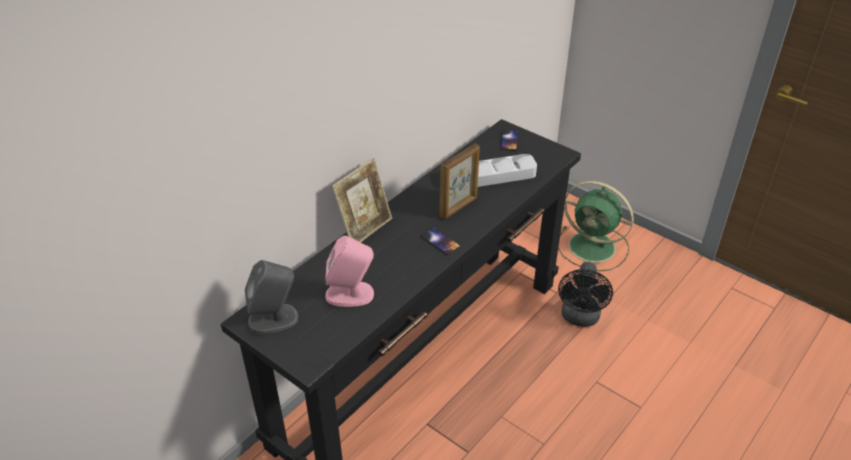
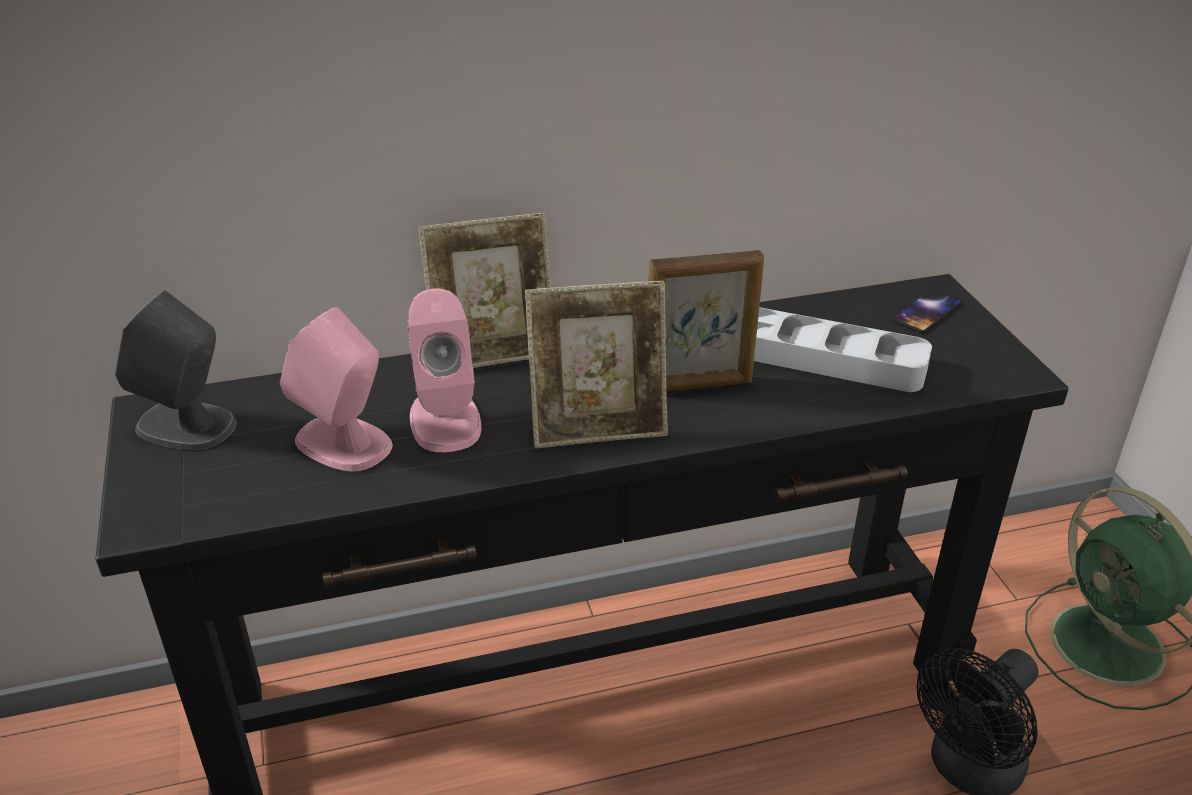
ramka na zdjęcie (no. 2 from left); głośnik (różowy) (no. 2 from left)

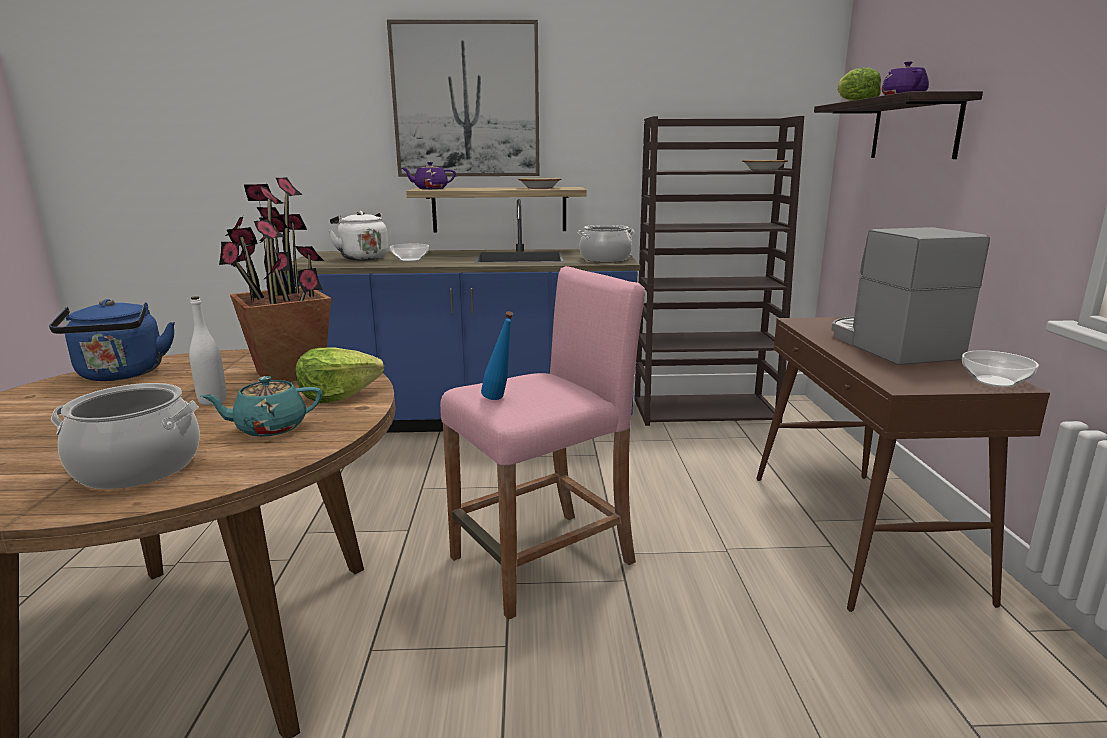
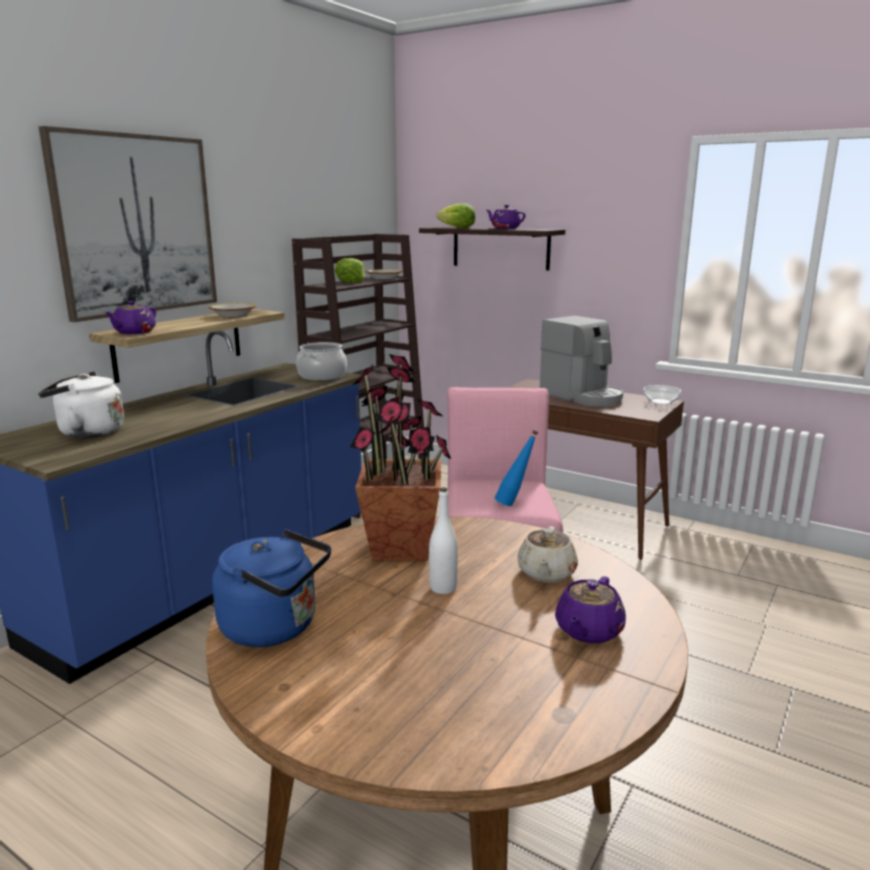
imbryk (fioletowy) (no. 3 from left); imbryk (beżowy); sałata (no. 1 from left); miska (no. 1 from left in the first image); ekspres do kawy

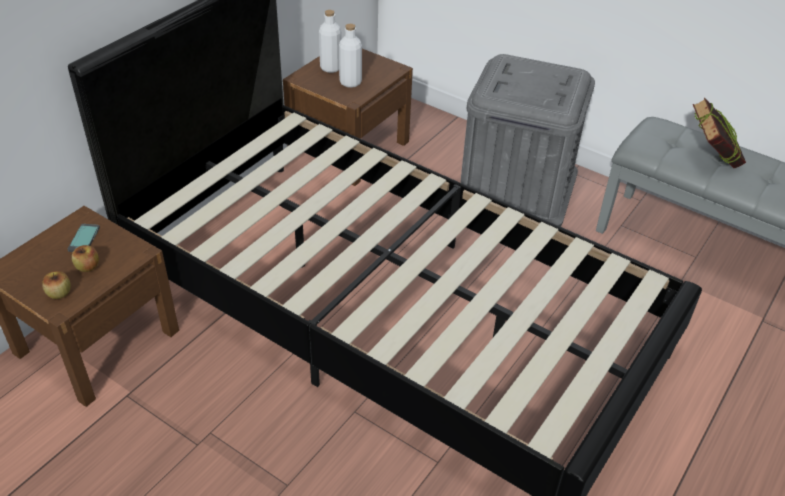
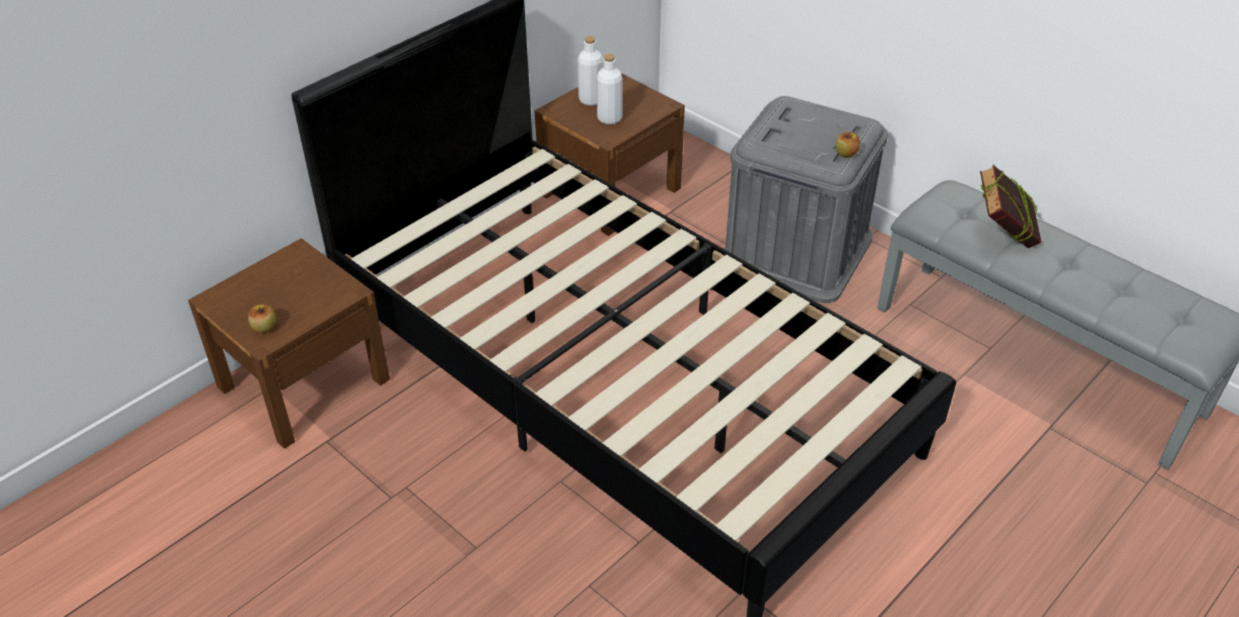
telefon; jabłko (no. 2 from left)

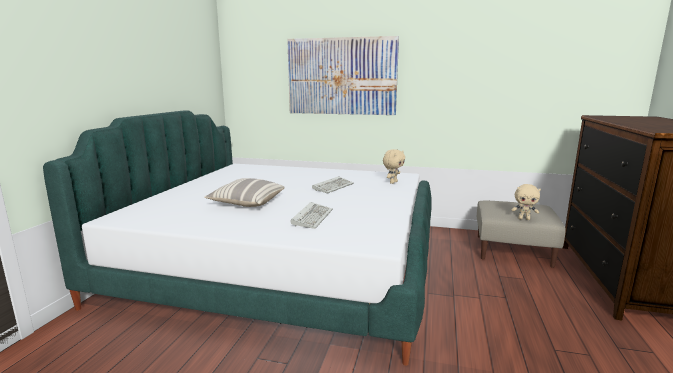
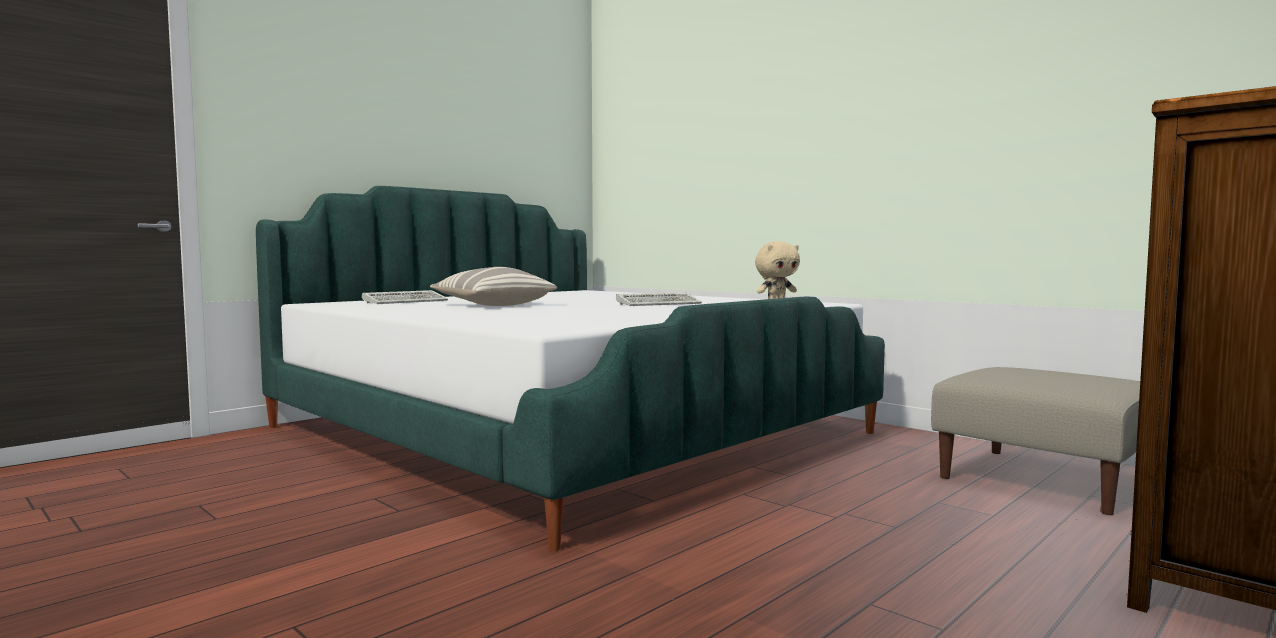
obraz; klawiatura (no. 1 from left); pluszak (beżowy) (no. 2 from left in the first image)

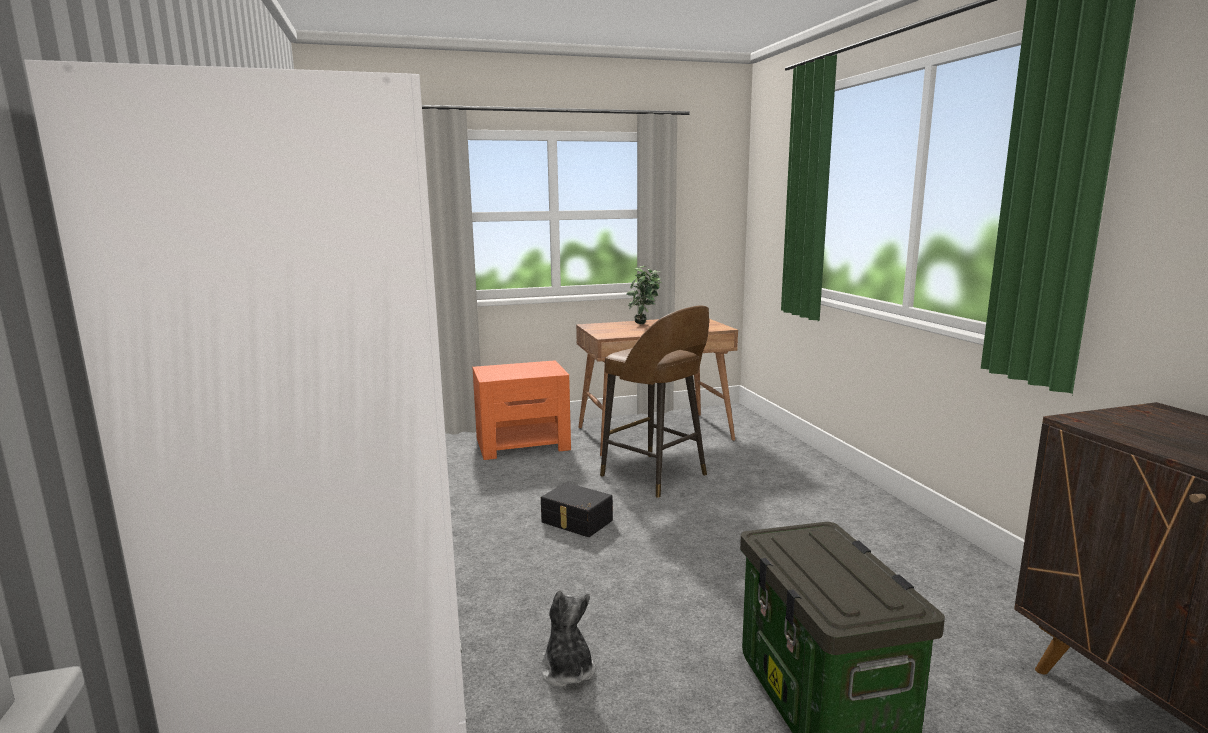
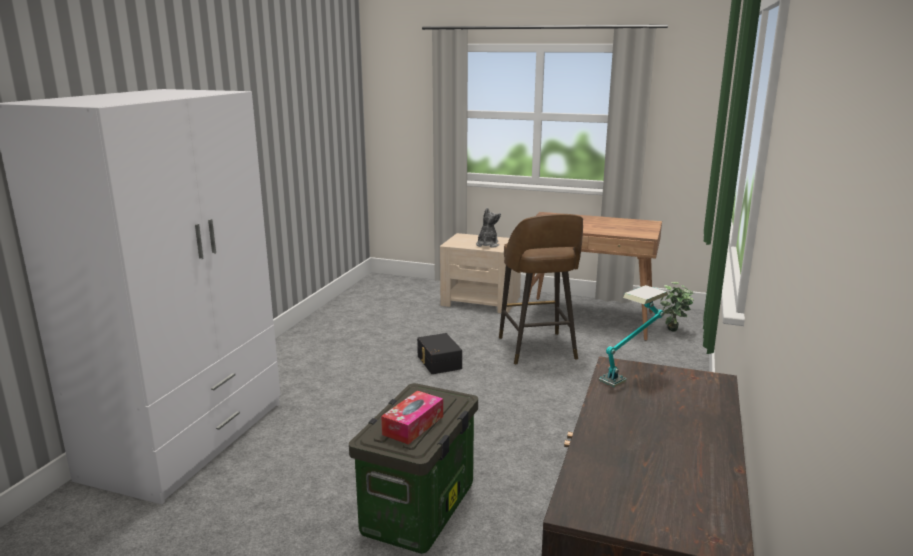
szafka nocna (beżowy); pluszak; roślina doniczkowa; pudełko chusteczek; lampa stołowa

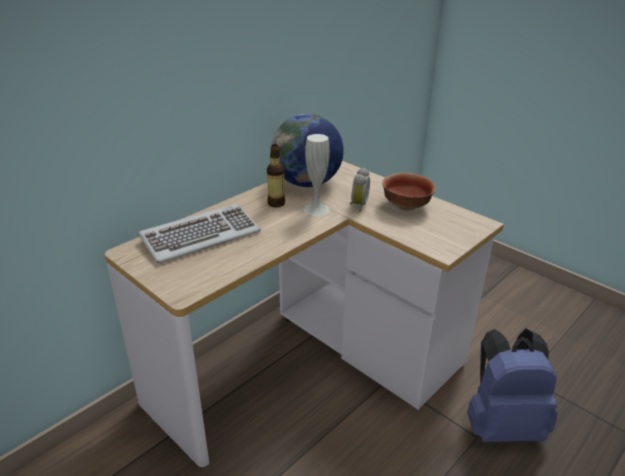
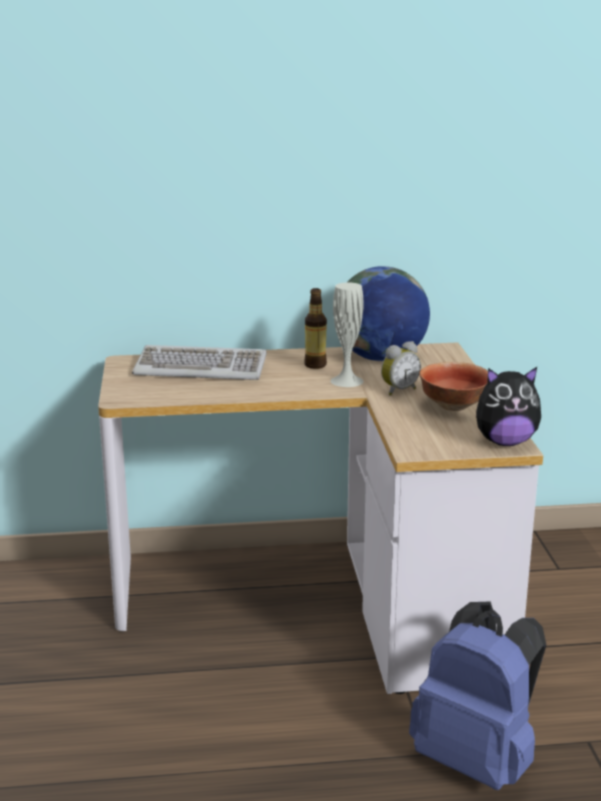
pluszak

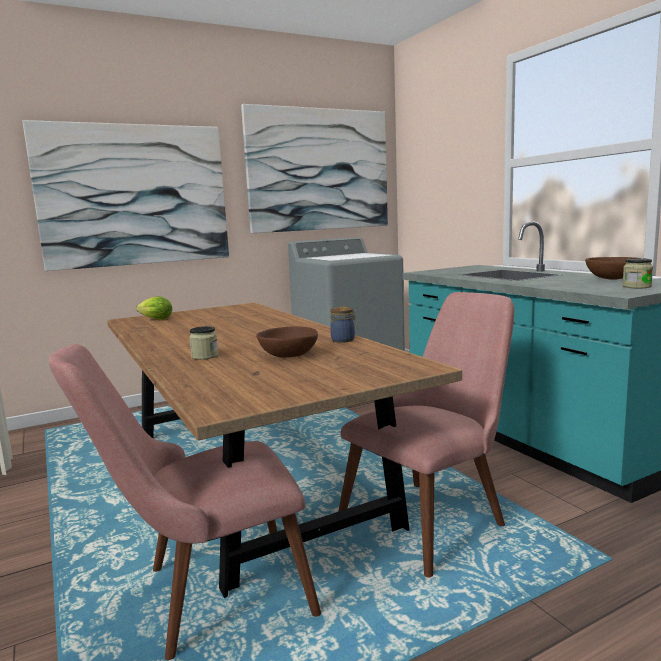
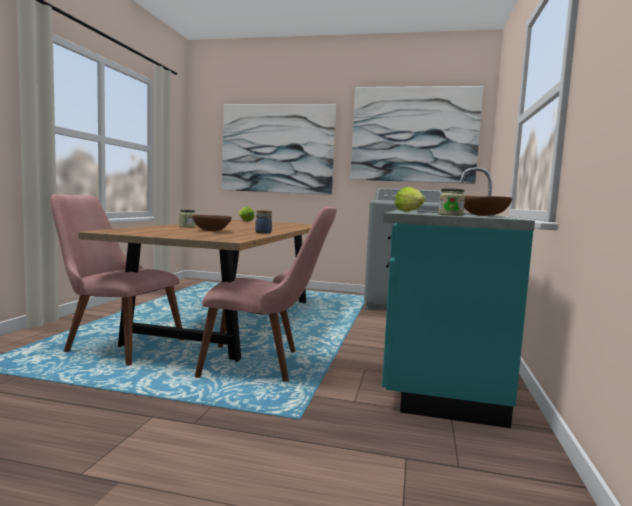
sałata (no. 2 from left)

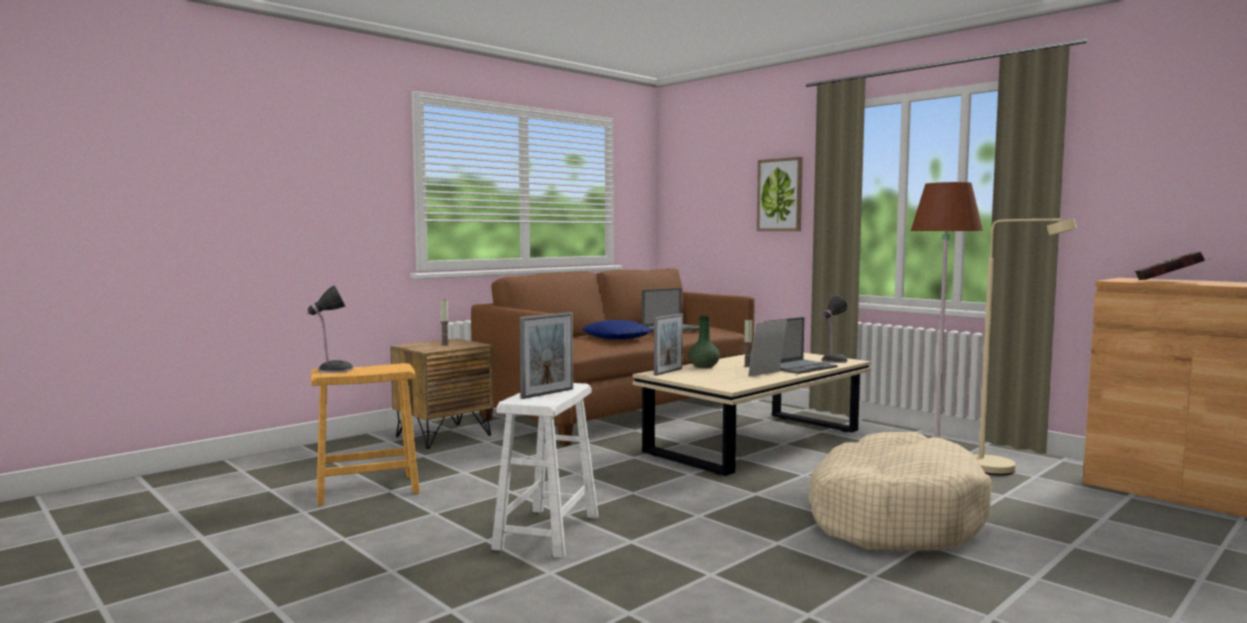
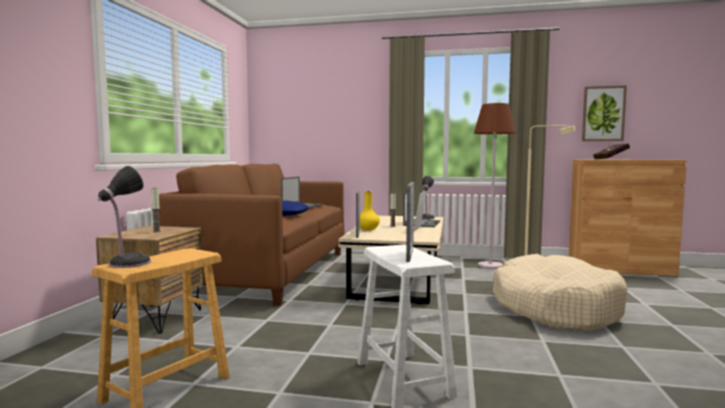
wazon (żółty); obraz

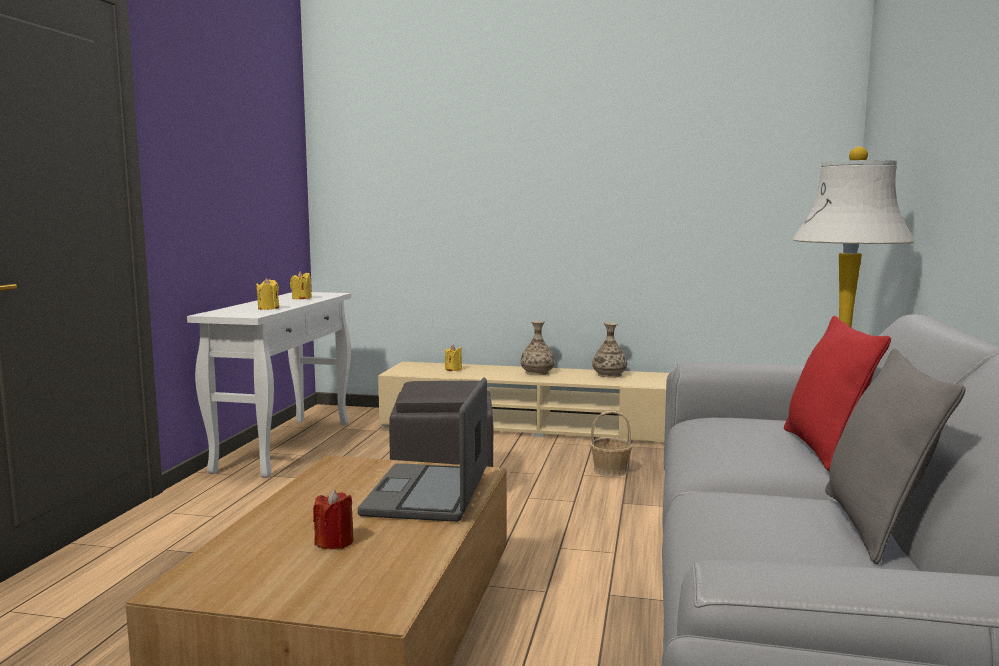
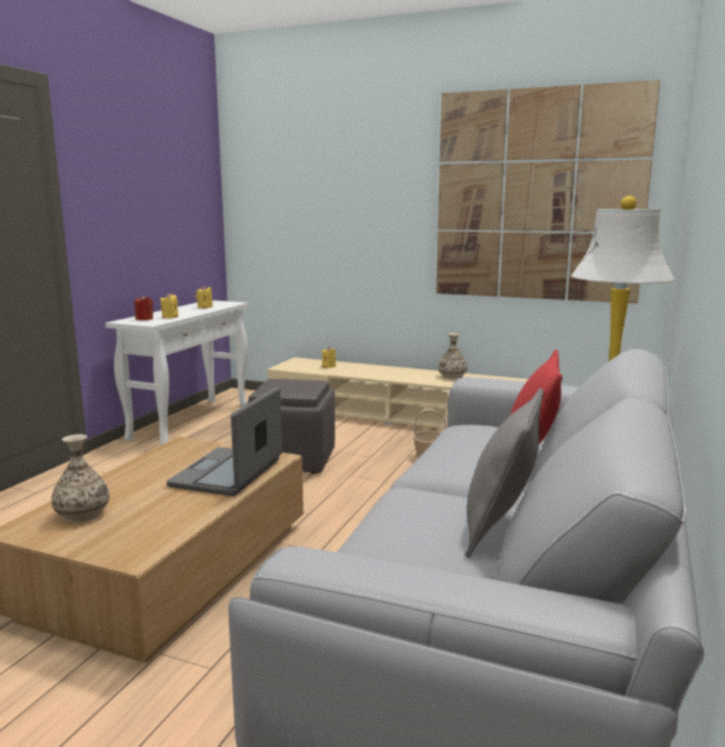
świeca (czerwony); wazon (no. 1 from left); obraz

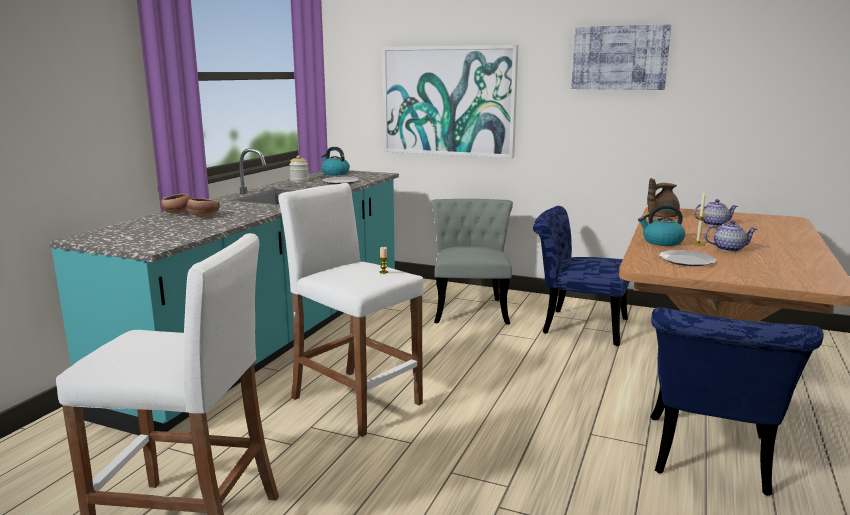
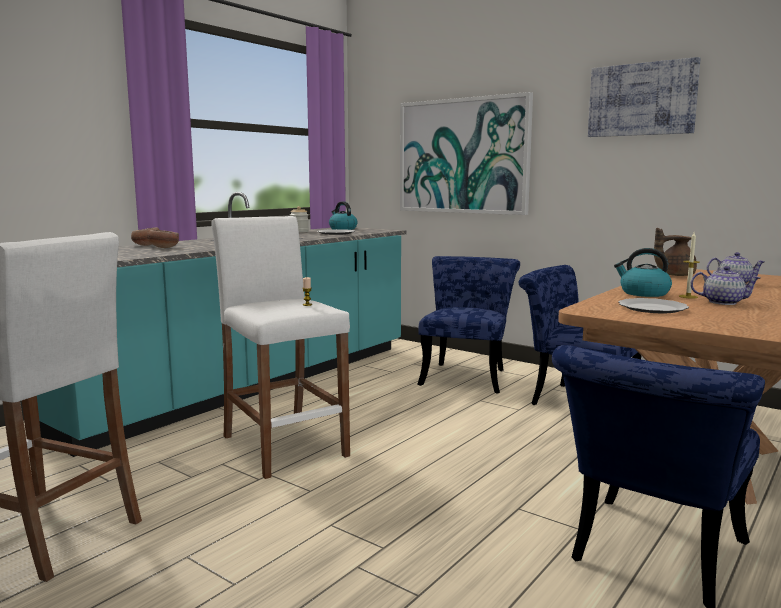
krzesło (niebieski) (no. 1 from left)

